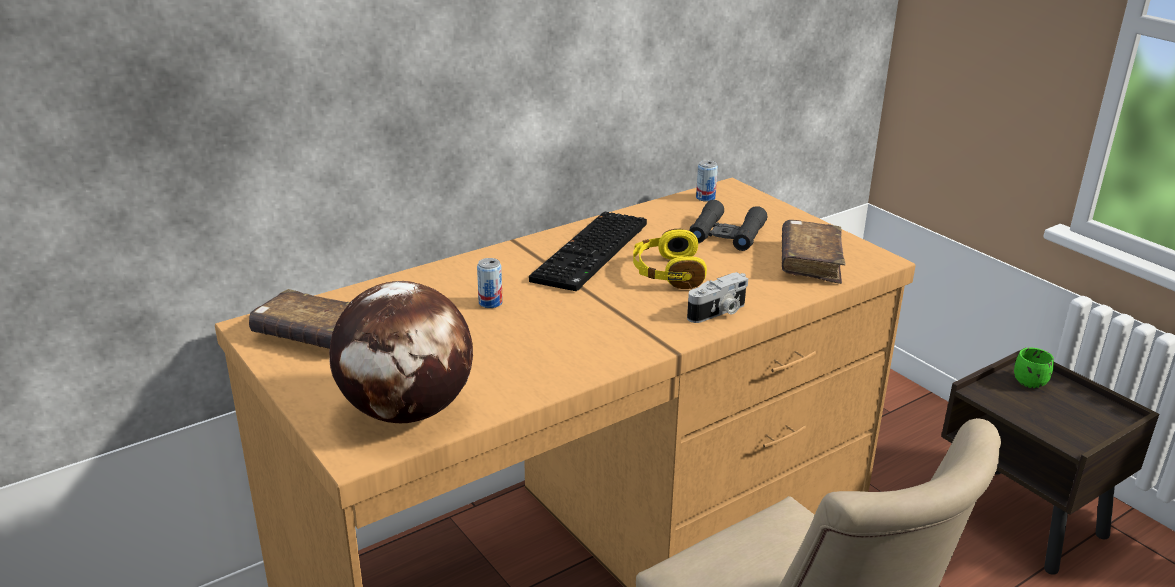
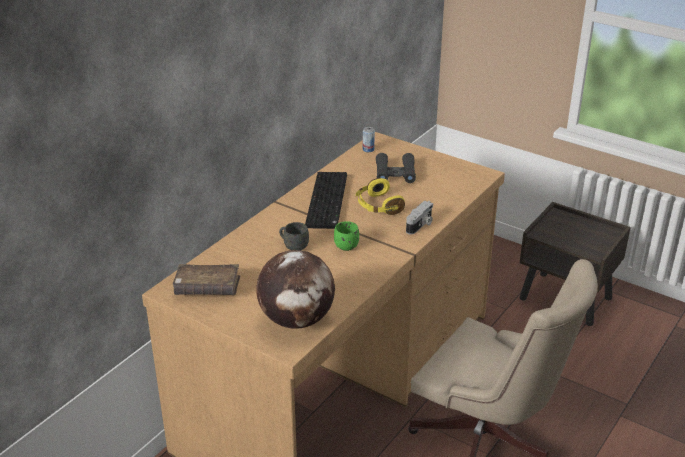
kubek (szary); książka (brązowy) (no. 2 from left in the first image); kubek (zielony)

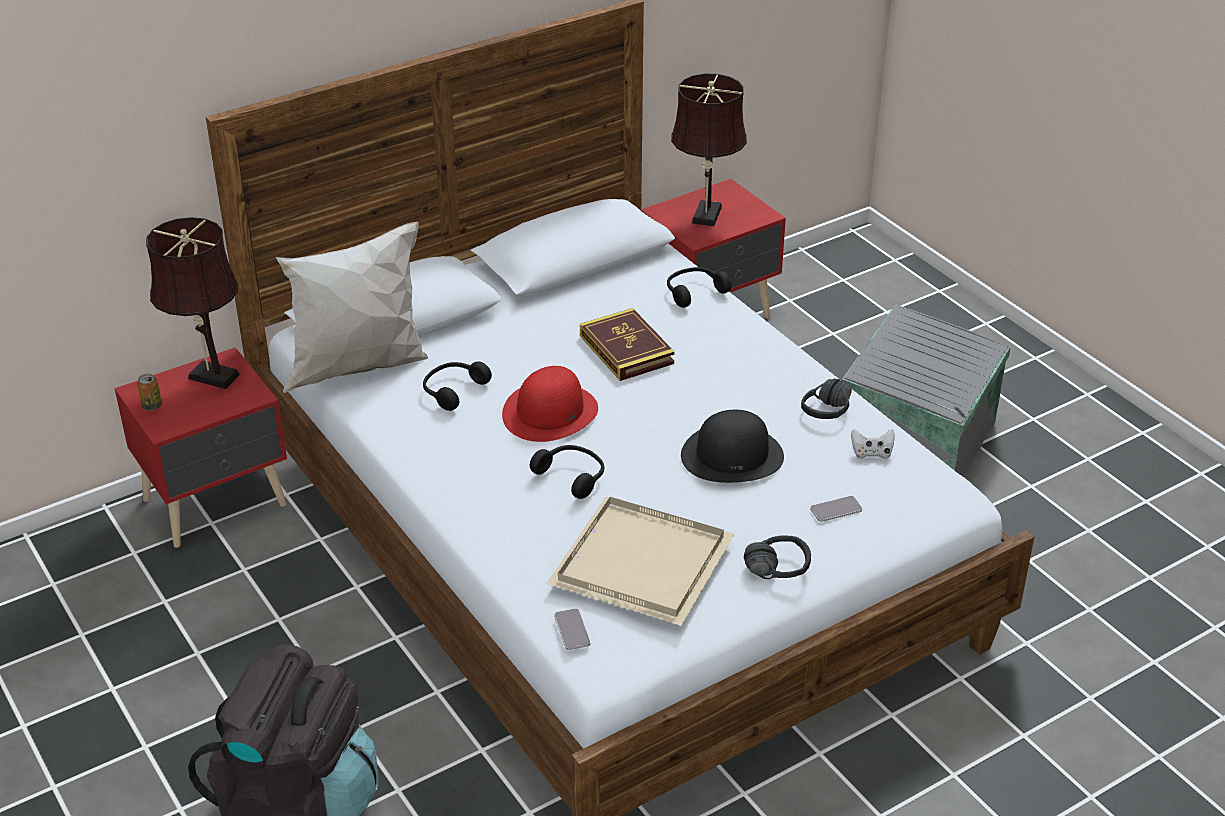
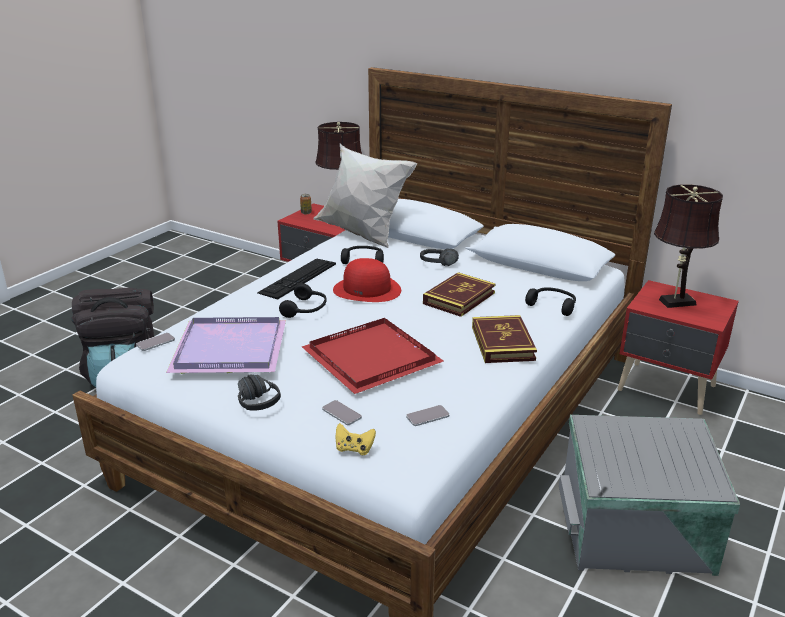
taca (fioletowy); taca (czerwony); słuchawki (czarny) (no. 4 from left); telefon (no. 3 from left); klawiatura; pad do gier (żółty); książka (no. 2 from left)

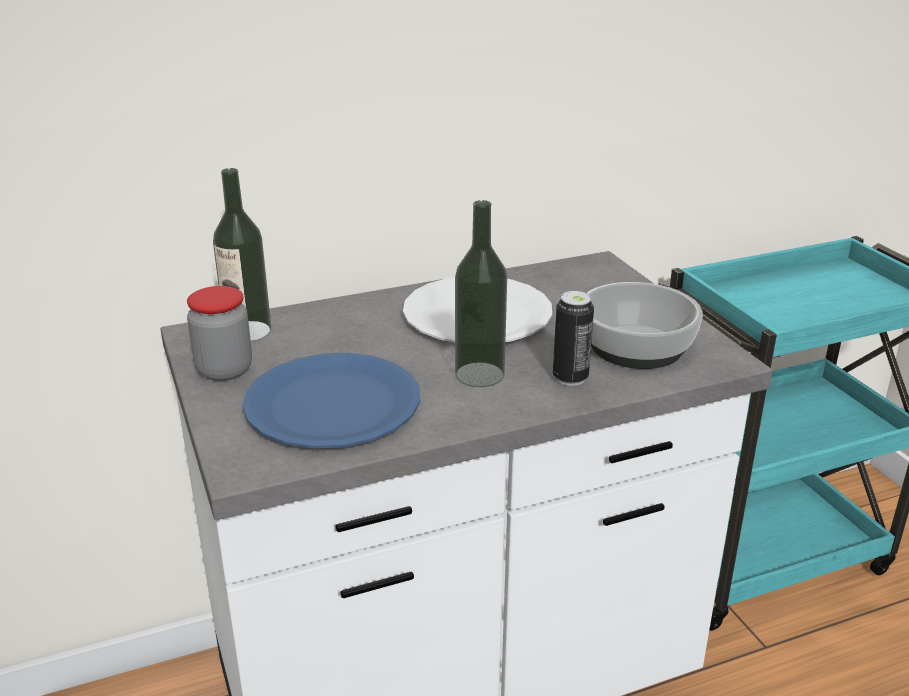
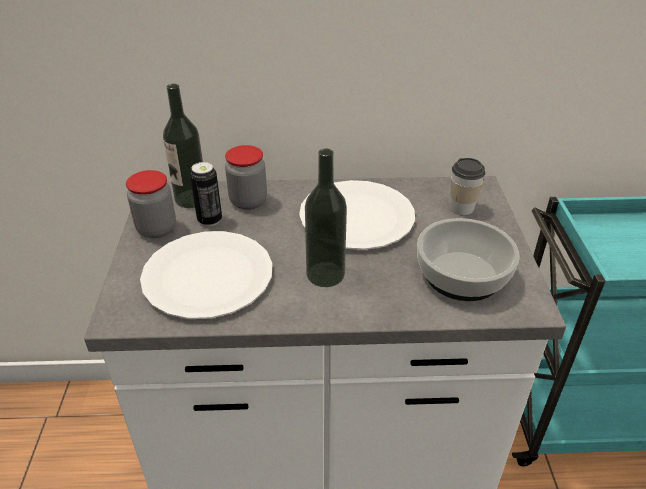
talerz (biały) (no. 1 from left); puszka; słoik (no. 2 from left); filiżanka

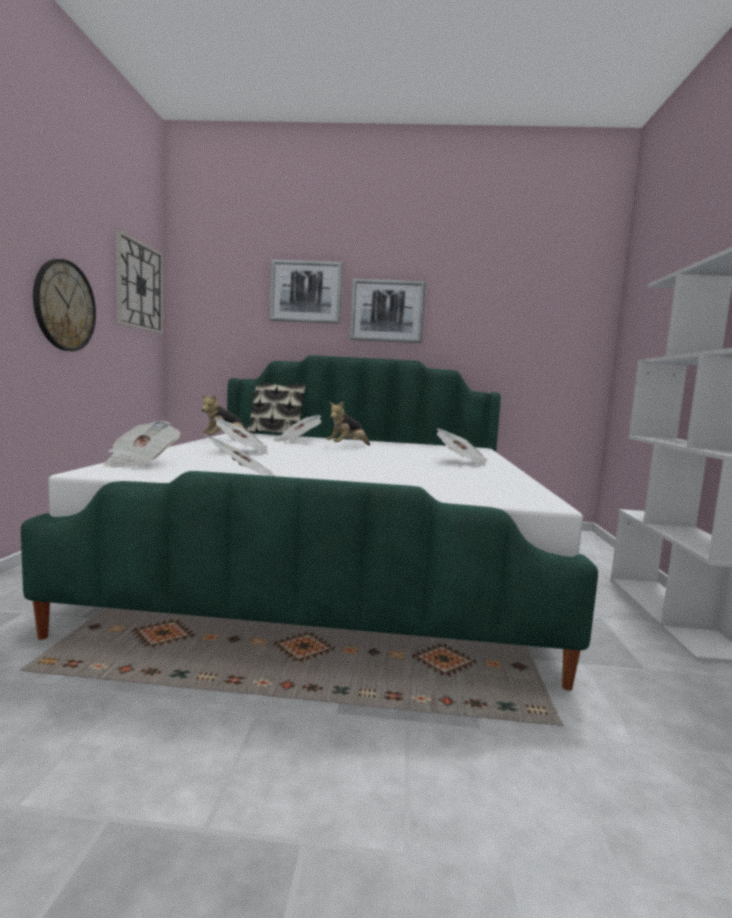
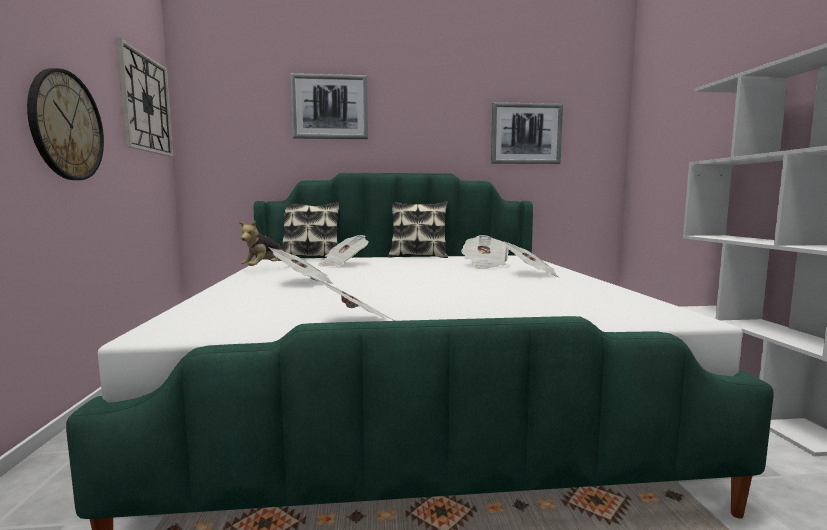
gazeta (no. 4 from left); pluszak (no. 2 from left in the first image); obraz (no. 2 from left); poduszka (no. 2 from left)

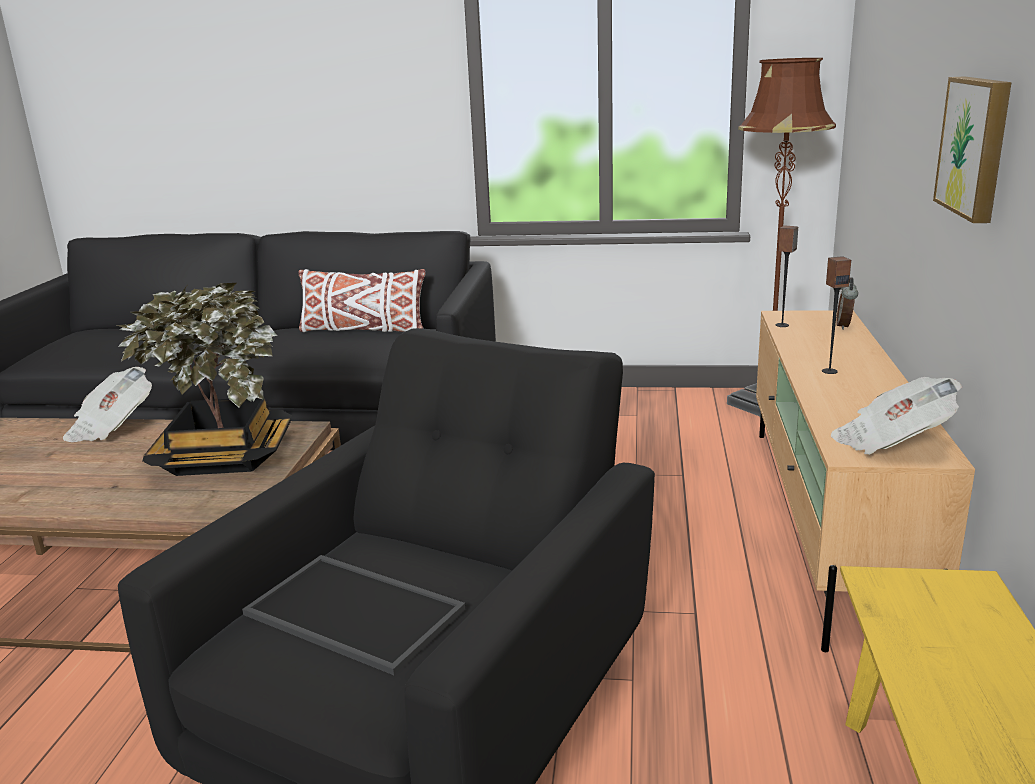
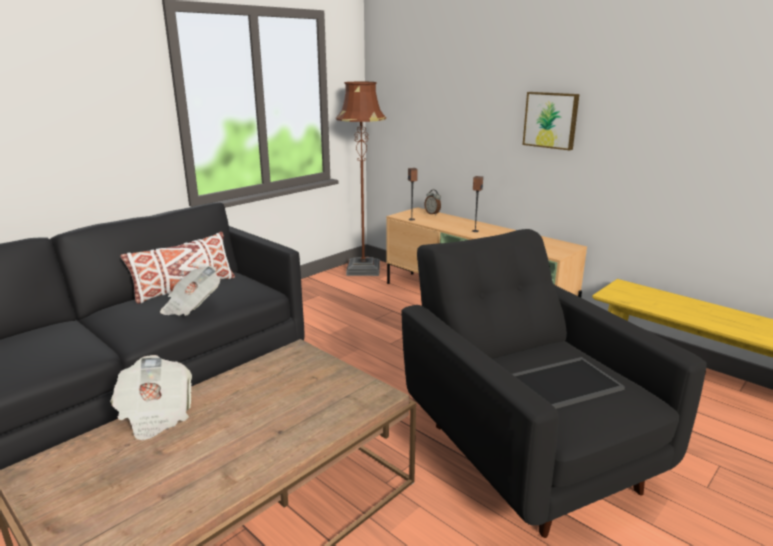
roślina doniczkowa; gazeta (no. 2 from left)

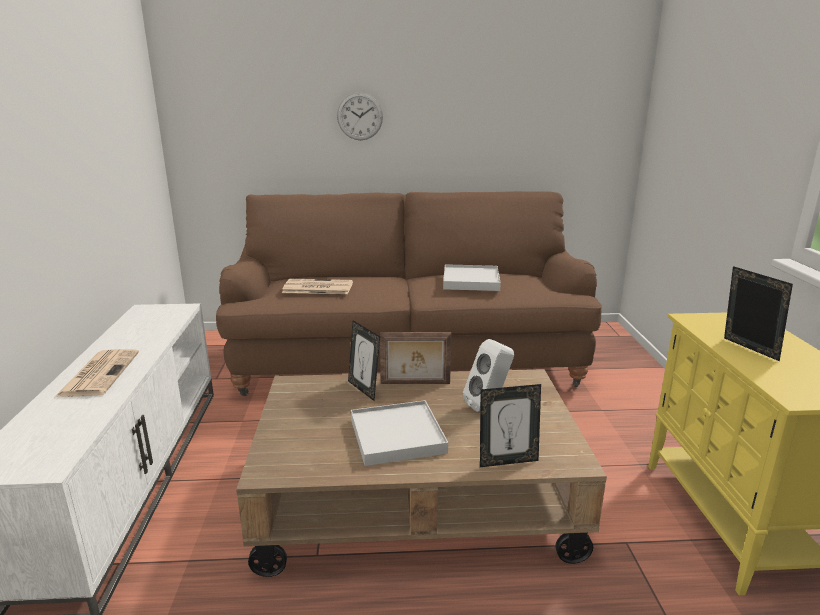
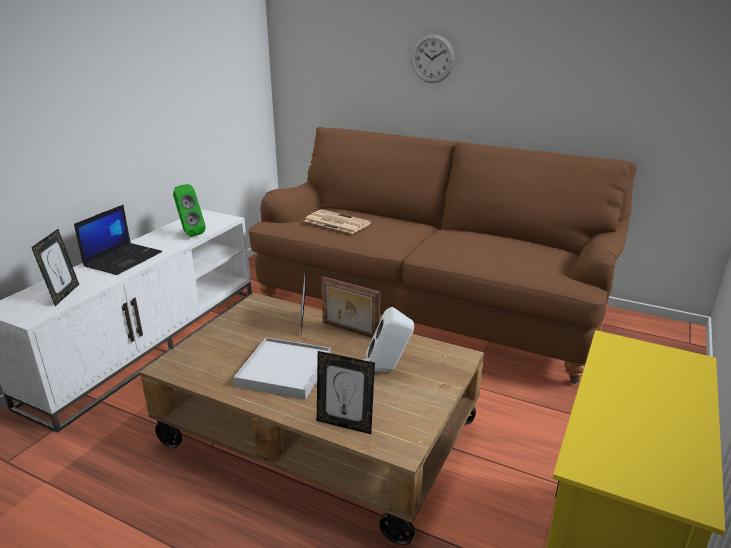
laptop; taca (biały) (no. 2 from left in the first image); ramka na zdjęcie (no. 1 from left); głośnik (zielony)

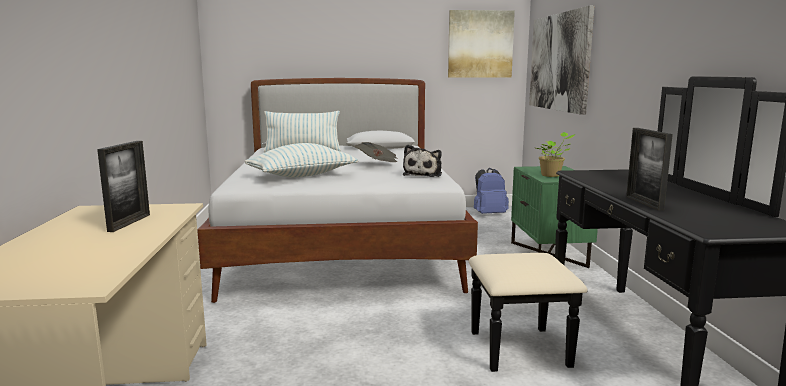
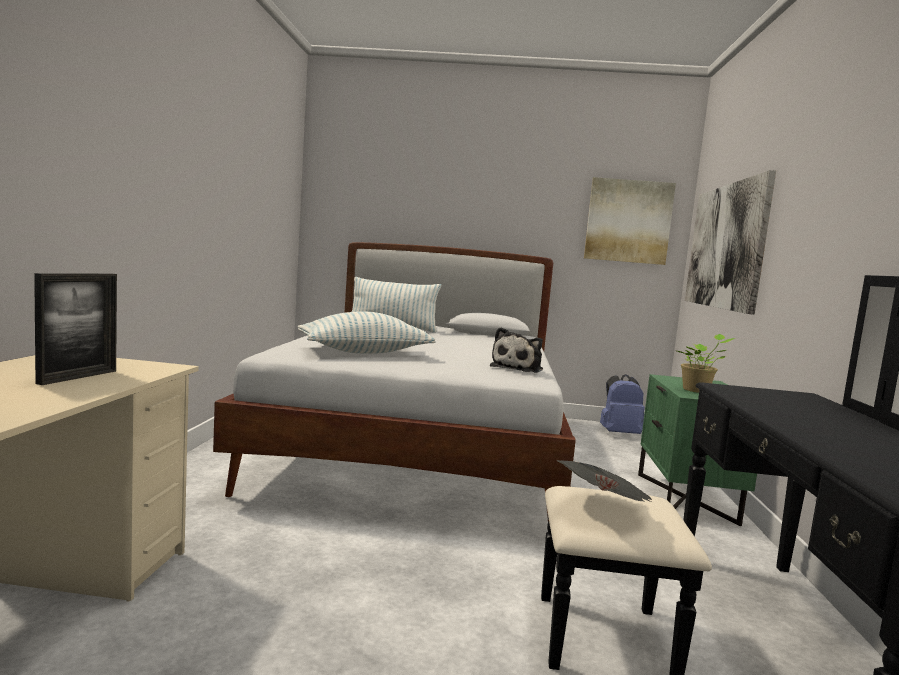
gazeta; ramka na zdjęcie (no. 2 from left in the first image)

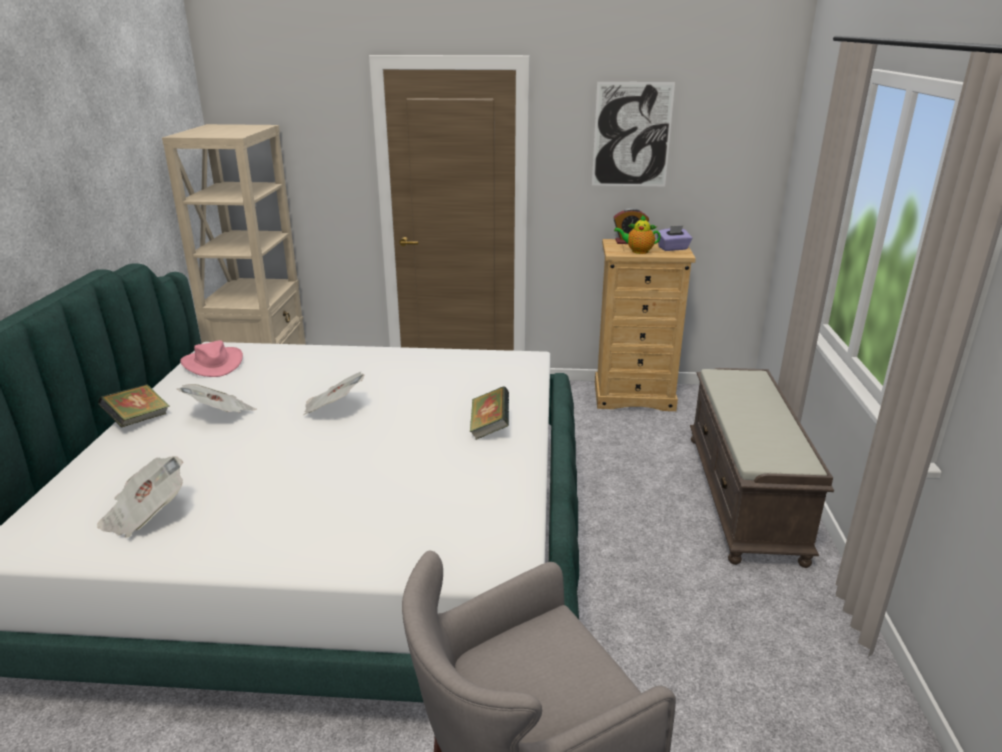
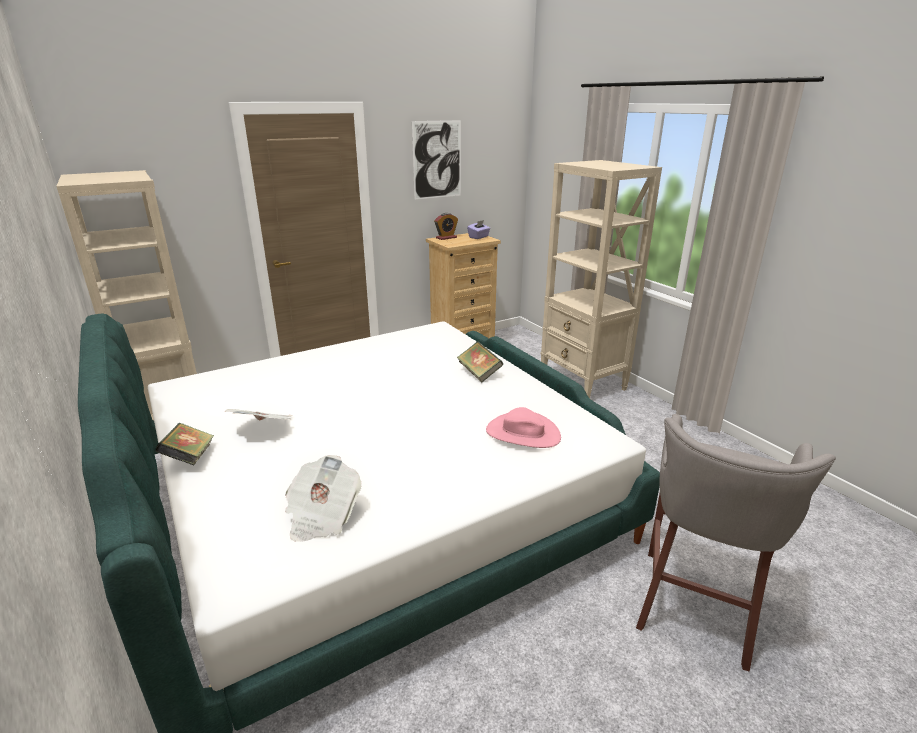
kapelusz (różowy); gazeta (no. 3 from left in the first image); imbryk; regał (beżowy) (no. 2 from left)

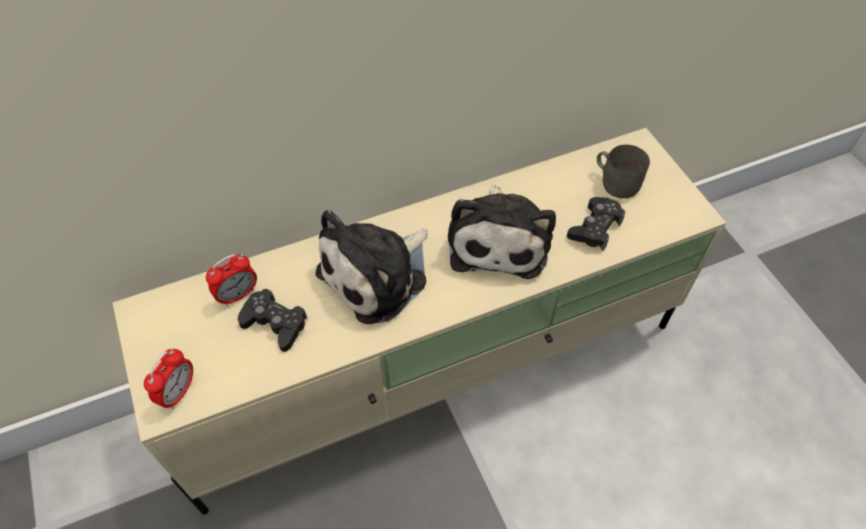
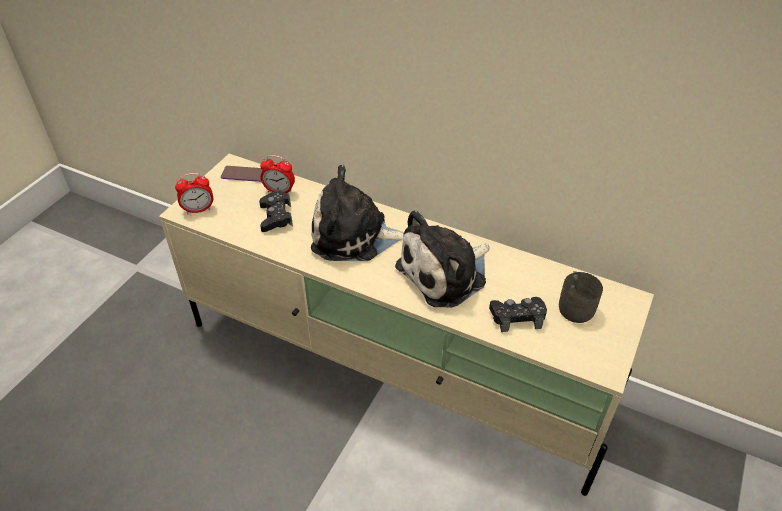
telefon

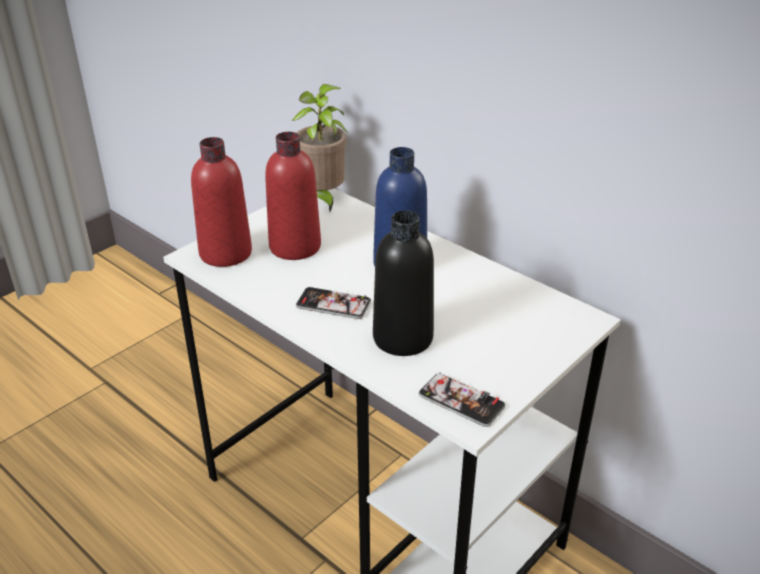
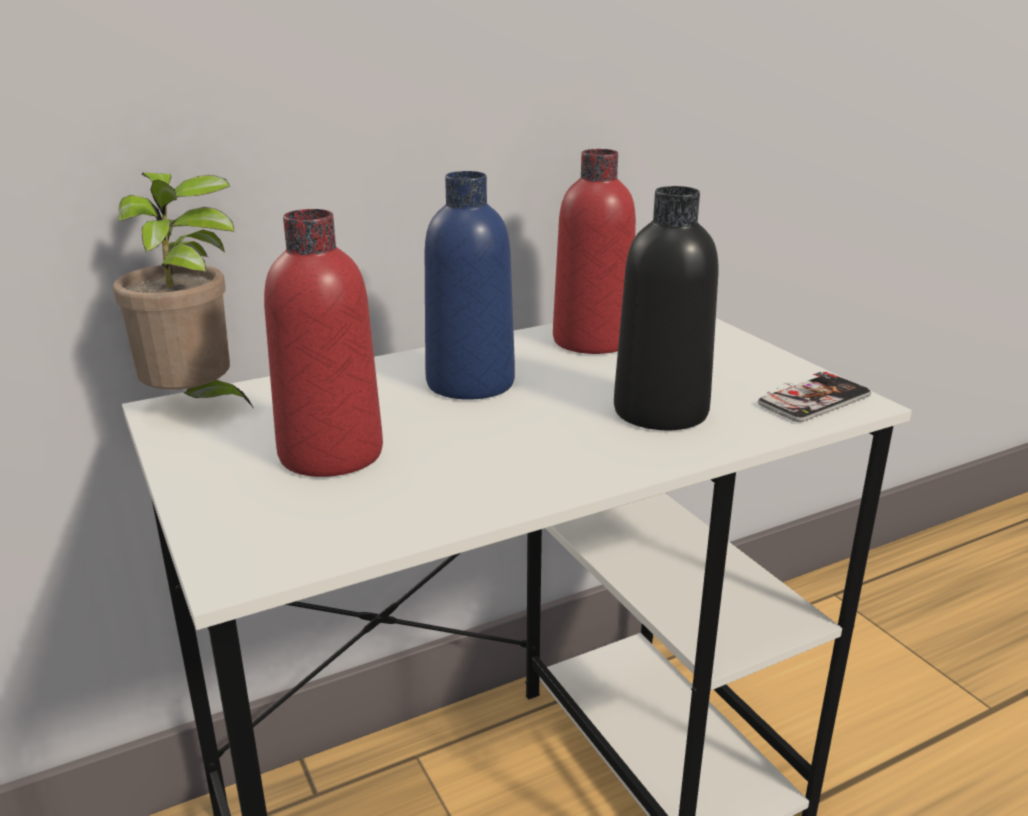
butelka (czerwony) (no. 2 from left); telefon (no. 1 from left in the first image)

